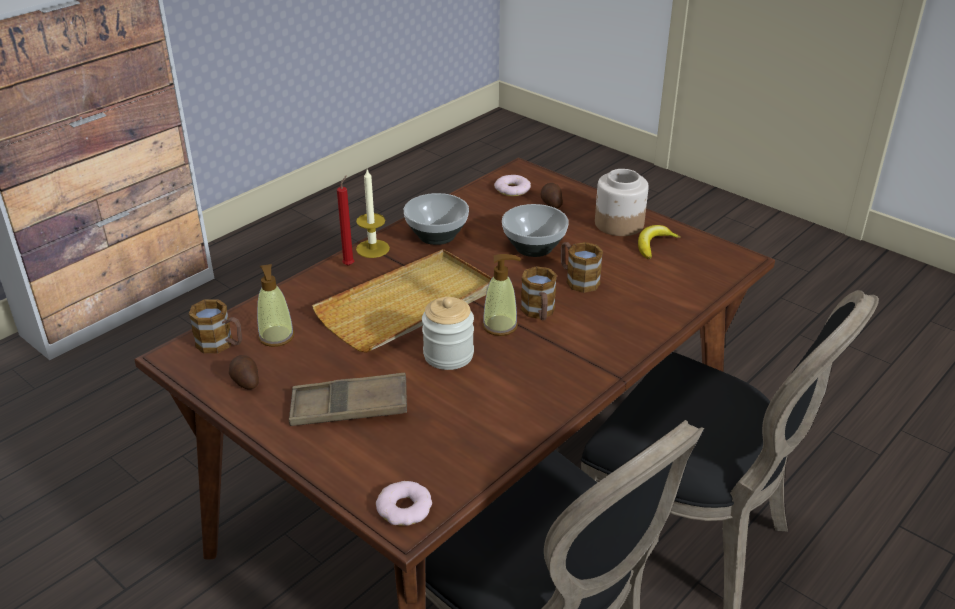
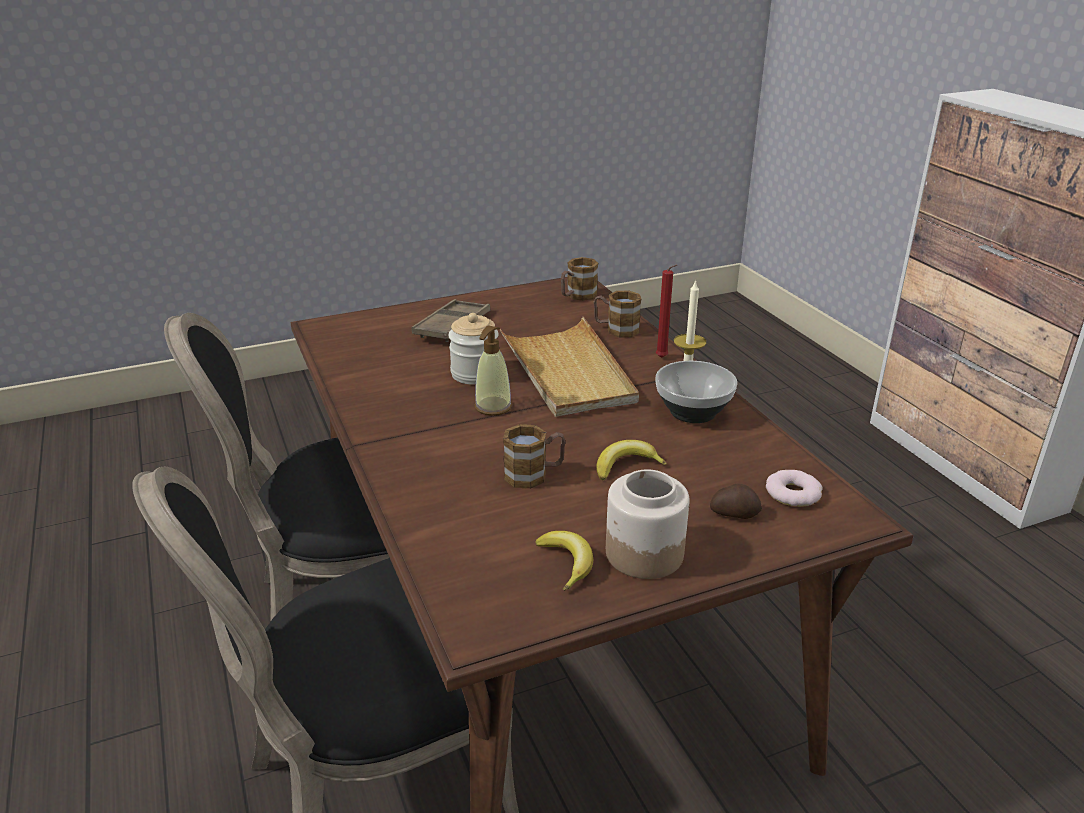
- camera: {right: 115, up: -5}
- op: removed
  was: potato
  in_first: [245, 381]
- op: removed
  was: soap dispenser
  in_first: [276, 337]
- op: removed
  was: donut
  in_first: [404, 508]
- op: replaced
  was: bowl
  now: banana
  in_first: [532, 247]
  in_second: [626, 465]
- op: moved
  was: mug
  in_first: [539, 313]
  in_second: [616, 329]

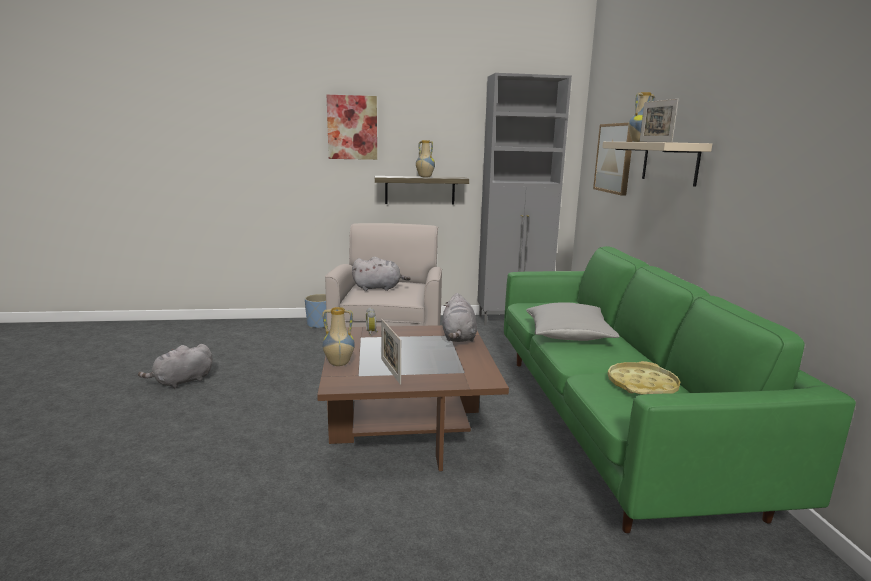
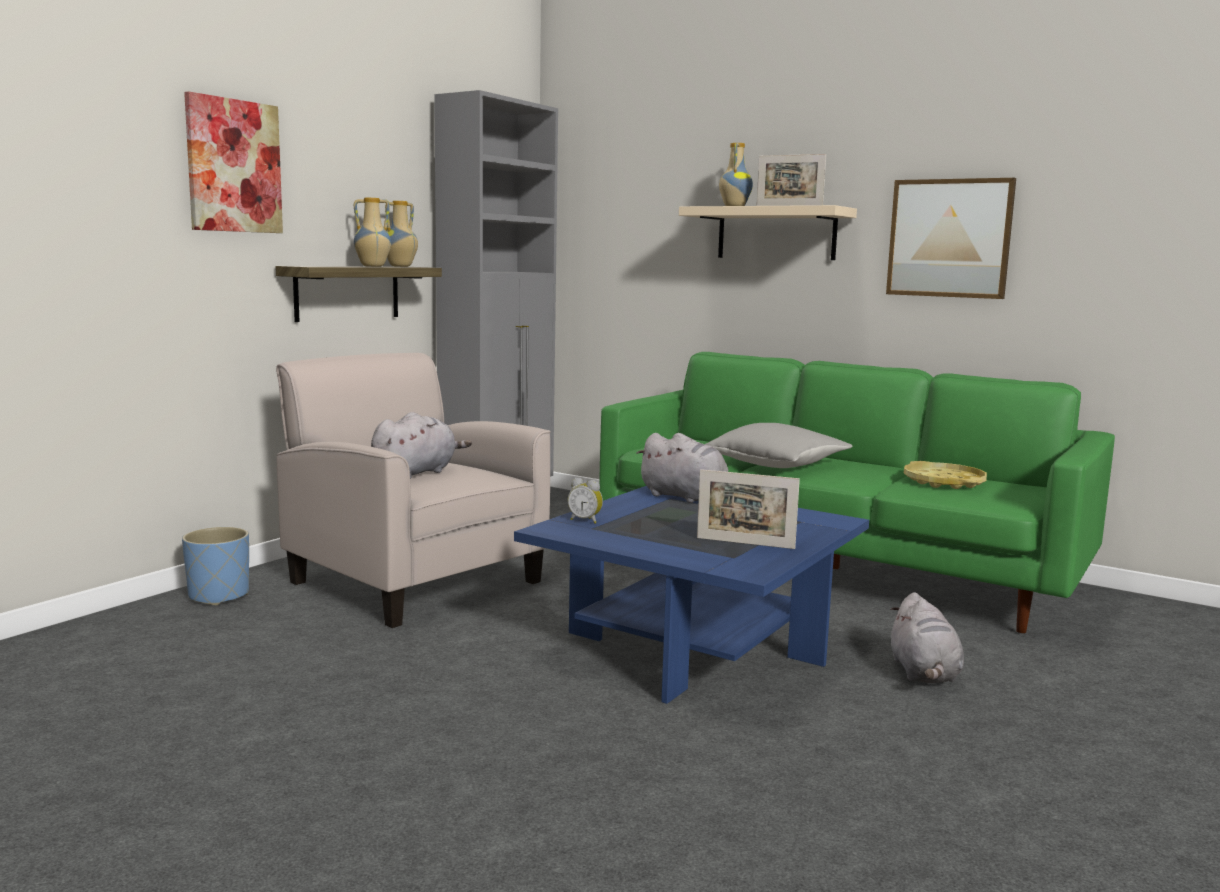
- camera: {right: -50, up: -5}
- op: moved
  was: plush toy (grey)
  in_first: [181, 382]
  in_second: [924, 673]
- op: recoloured
  was: coffee table (brown)
  now: coffee table (blue)
  in_first: [408, 426]
  in_second: [693, 648]
- op: moved
  was: vase
  in_first: [338, 364]
  in_second: [401, 266]
- op: moved
  was: picture
  in_first: [614, 158]
  in_second: [949, 238]

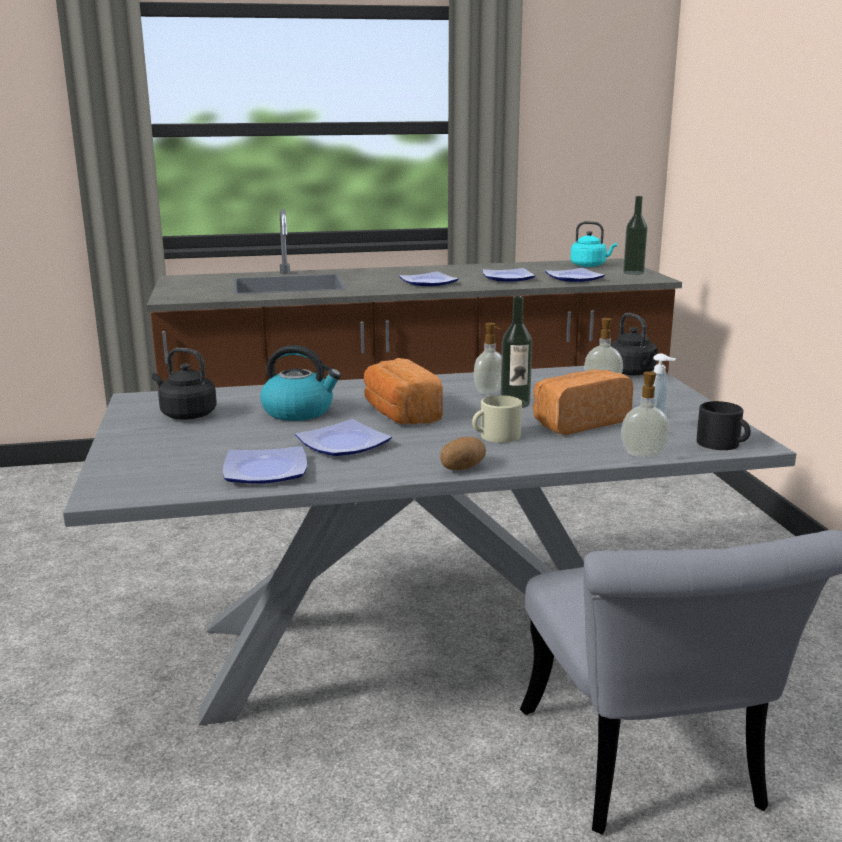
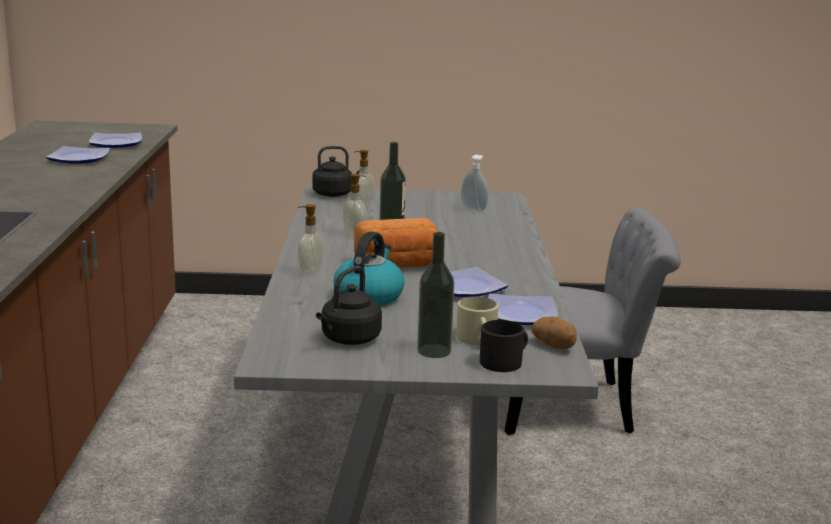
- camera: {right: -80, up: 0}
- op: removed
  was: plate
  in_first: [427, 283]
- op: moved
  was: potato
  in_first: [462, 468]
  in_second: [554, 346]
- op: moved
  was: mug (beige)
  in_first: [495, 436]
  in_second: [477, 339]
- op: removed
  was: bread
  in_first: [577, 422]
- op: removed
  was: kettle (turquoise)
  in_first: [590, 265]
- op: moved
  was: soap dispenser
  in_first: [643, 454]
  in_second: [309, 271]
- op: moved
  was: bottle
  in_first: [633, 272]
  in_second: [434, 351]
- op: moved
  was: mug (black)
  in_first: [722, 444]
  in_second: [505, 361]

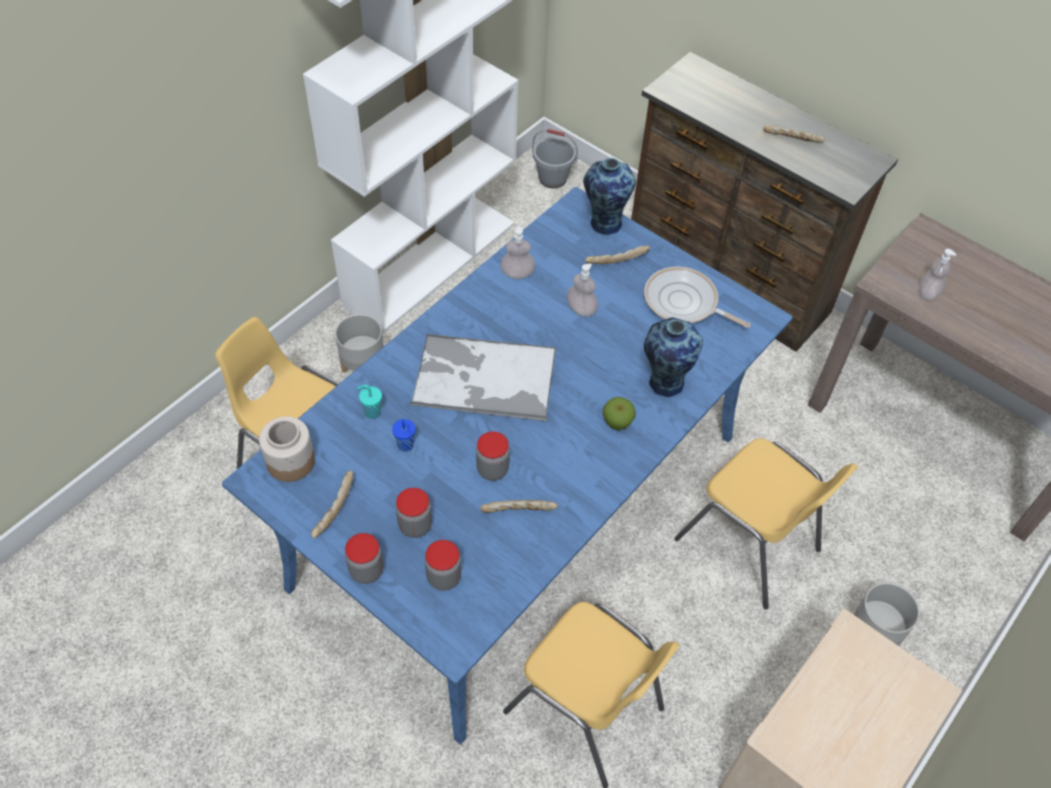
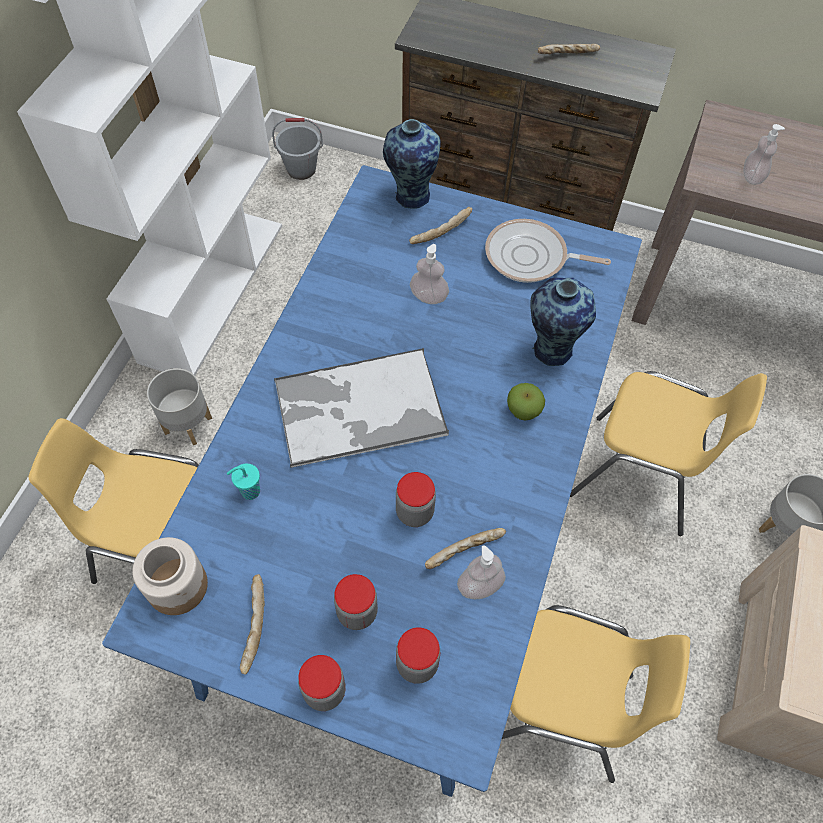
- camera: {right: -20, up: 5}
- op: removed
  was: cup (blue)
  in_first: [406, 446]
- op: moved
  was: soap dispenser
  in_first: [517, 273]
  in_second: [479, 586]

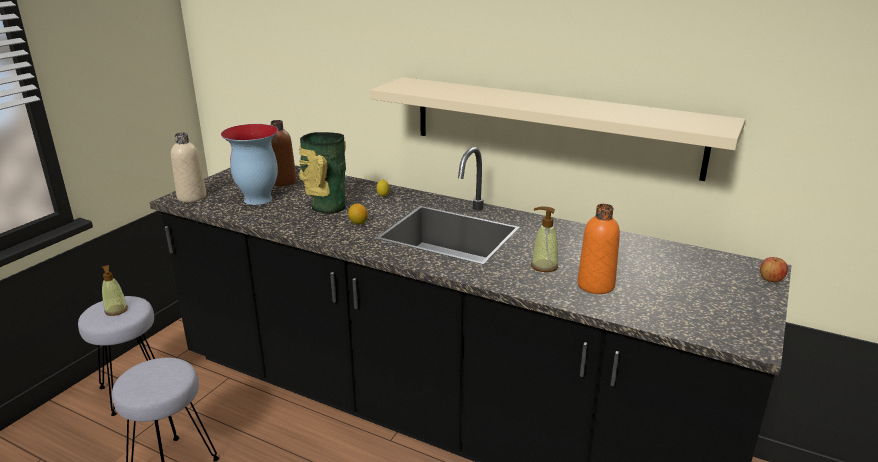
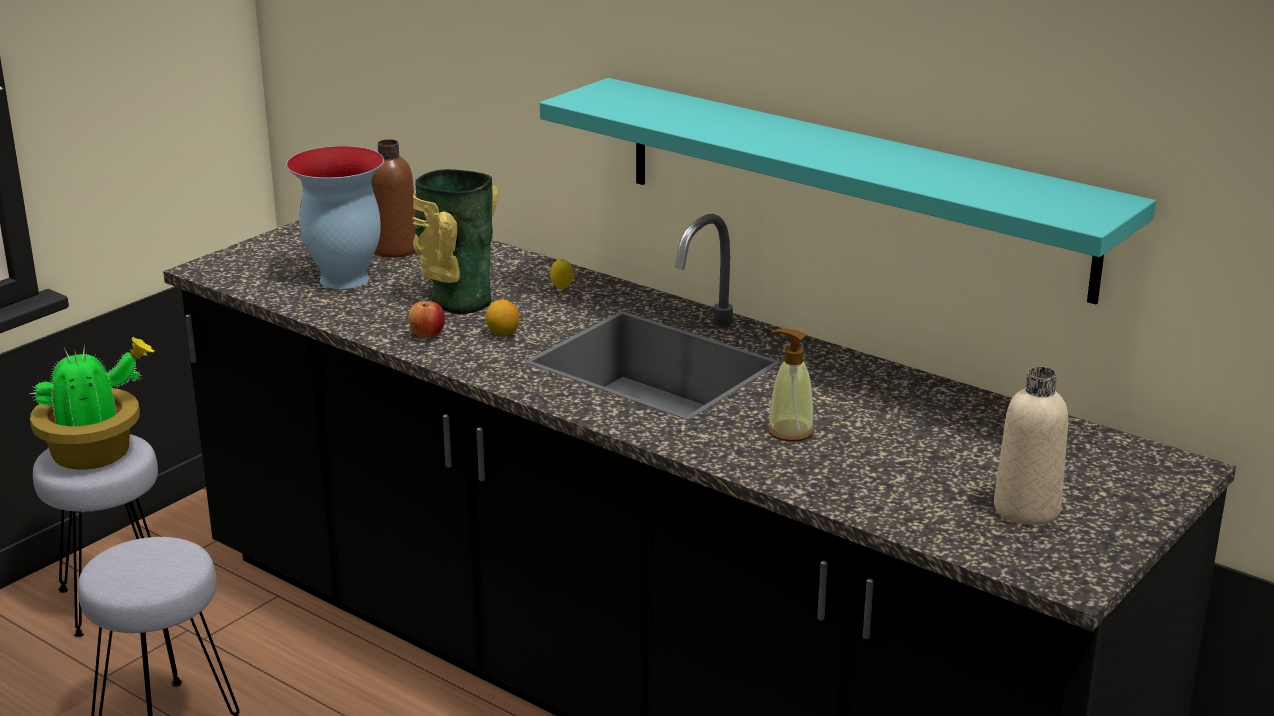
- camera: {right: 10, up: 0}
- op: replaced
  was: soap dispenser
  now: potted plant
  in_first: [116, 310]
  in_second: [96, 454]
- op: moved
  was: bottle (beige)
  in_first: [192, 197]
  in_second: [1026, 509]
- op: recoloured
  was: shelf (beige)
  now: shelf (turquoise)
  in_first: [552, 126]
  in_second: [851, 185]
- op: removed
  was: bottle (orange)
  in_first: [595, 285]
- op: moved
  was: apple
  in_first: [771, 280]
  in_second: [427, 335]

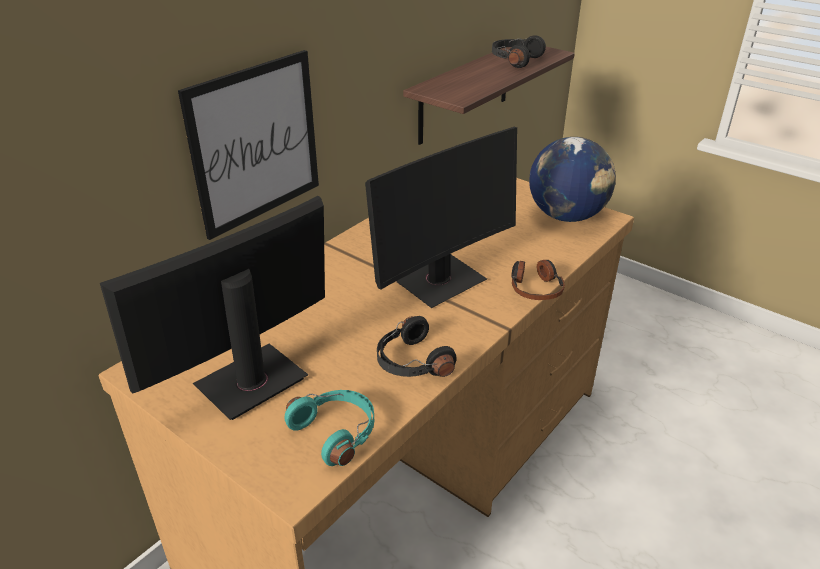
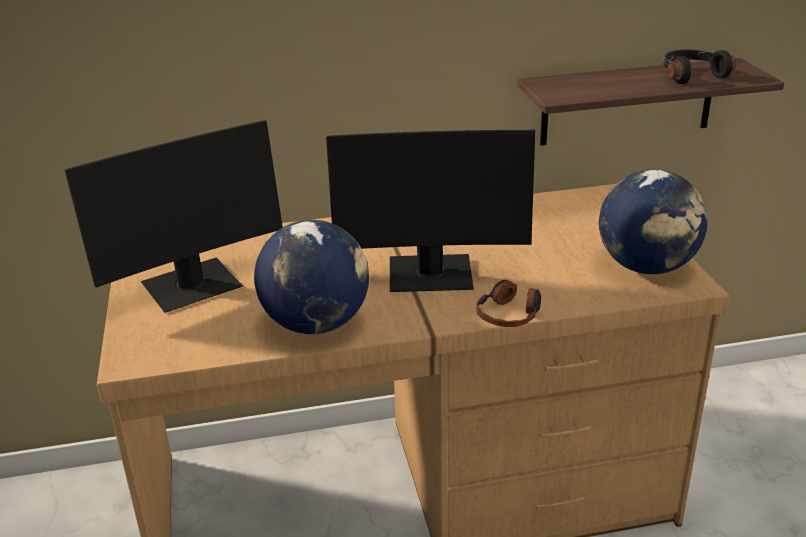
- camera: {right: 40, up: -5}
- op: turned
  was: monitor
  in_first: [250, 382]
  in_second: [192, 286]
  clockwise: 150
- op: removed
  was: picture
  in_first: [255, 143]
- op: removed
  was: headphones (turquoise)
  in_first: [337, 432]
- op: replaced
  was: headphones (black)
  now: globe
  in_first: [411, 362]
  in_second: [316, 324]

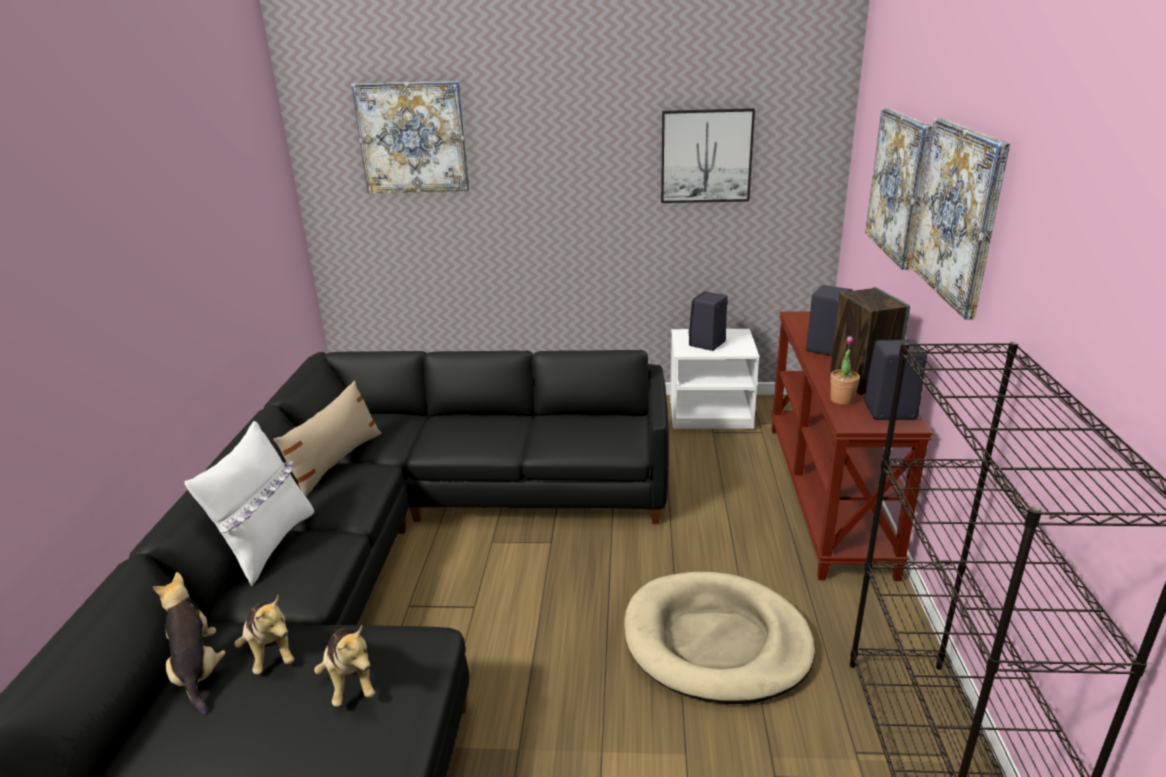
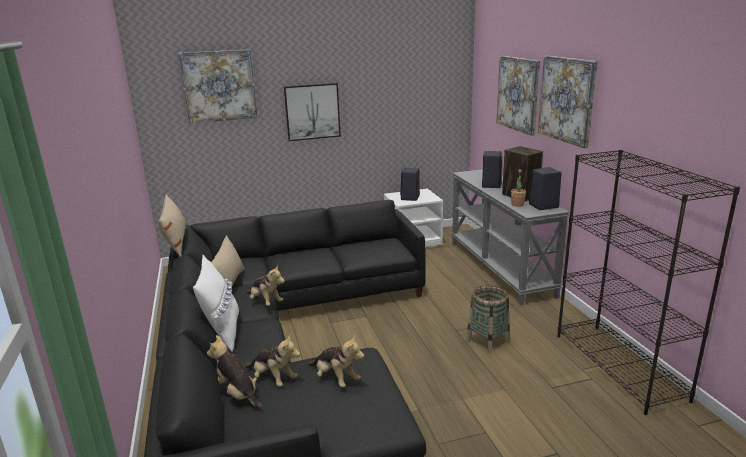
- camera: {right: -20, up: -5}
- op: replaced
  was: dog bed (beige)
  now: basket
  in_first: [716, 642]
  in_second: [488, 341]
- op: moved
  was: picture
  in_first: [706, 156]
  in_second: [312, 111]
- op: recoloured
  was: console table (brown)
  now: console table (grey)
  in_first: [828, 495]
  in_second: [501, 268]
- op: added
  now: pillow (beige)
  in_second: [176, 242]
- op: added
  now: plush toy
  in_second: [265, 302]

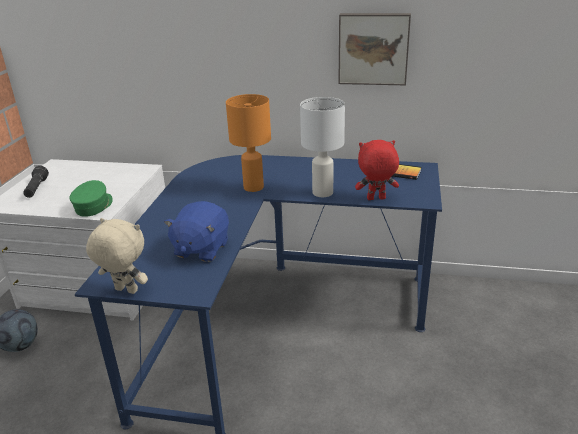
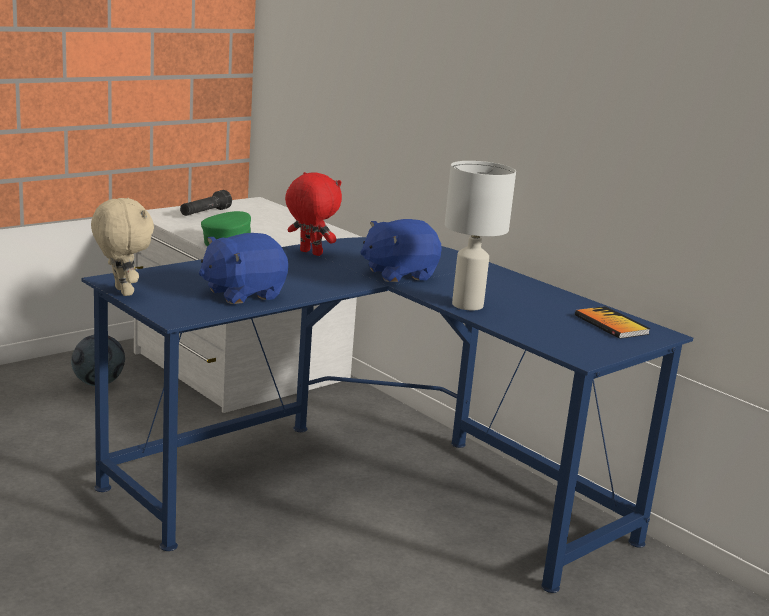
- camera: {right: 35, up: -10}
- op: replaced
  was: table lamp (orange)
  now: plush toy (blue)
  in_first: [254, 187]
  in_second: [398, 274]
- op: removed
  was: picture
  in_first: [373, 48]
- op: moved
  was: plush toy (red)
  in_first: [376, 199]
  in_second: [309, 253]

